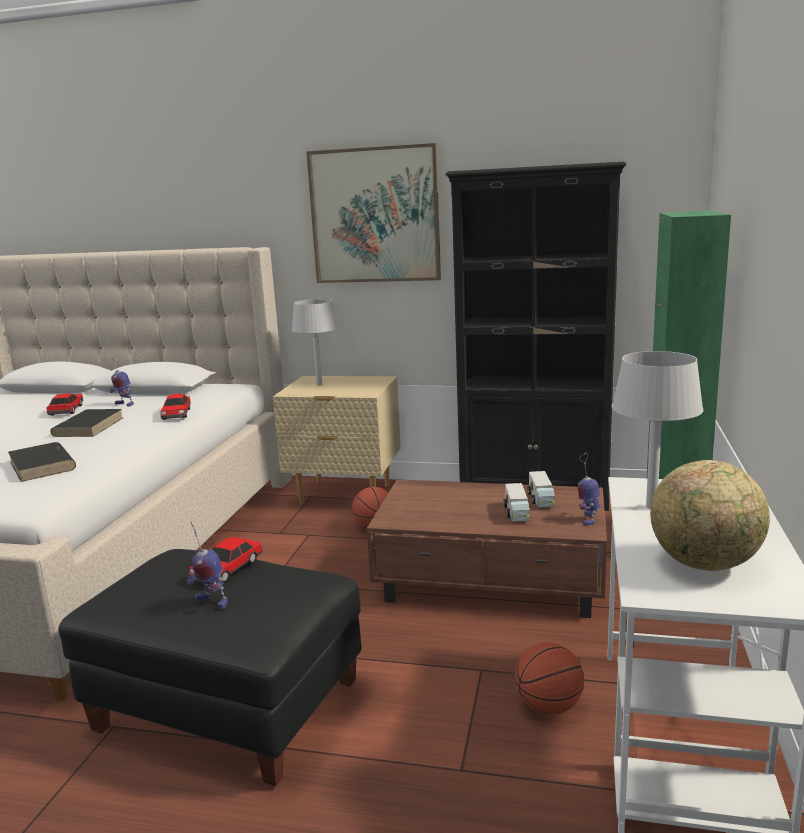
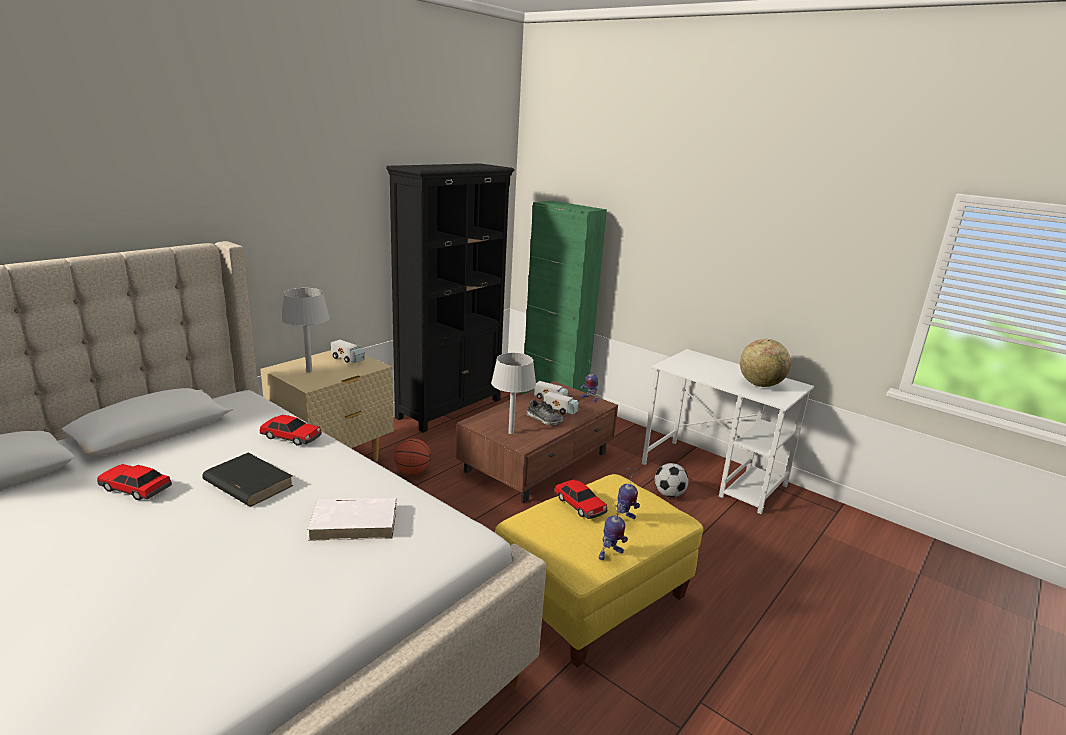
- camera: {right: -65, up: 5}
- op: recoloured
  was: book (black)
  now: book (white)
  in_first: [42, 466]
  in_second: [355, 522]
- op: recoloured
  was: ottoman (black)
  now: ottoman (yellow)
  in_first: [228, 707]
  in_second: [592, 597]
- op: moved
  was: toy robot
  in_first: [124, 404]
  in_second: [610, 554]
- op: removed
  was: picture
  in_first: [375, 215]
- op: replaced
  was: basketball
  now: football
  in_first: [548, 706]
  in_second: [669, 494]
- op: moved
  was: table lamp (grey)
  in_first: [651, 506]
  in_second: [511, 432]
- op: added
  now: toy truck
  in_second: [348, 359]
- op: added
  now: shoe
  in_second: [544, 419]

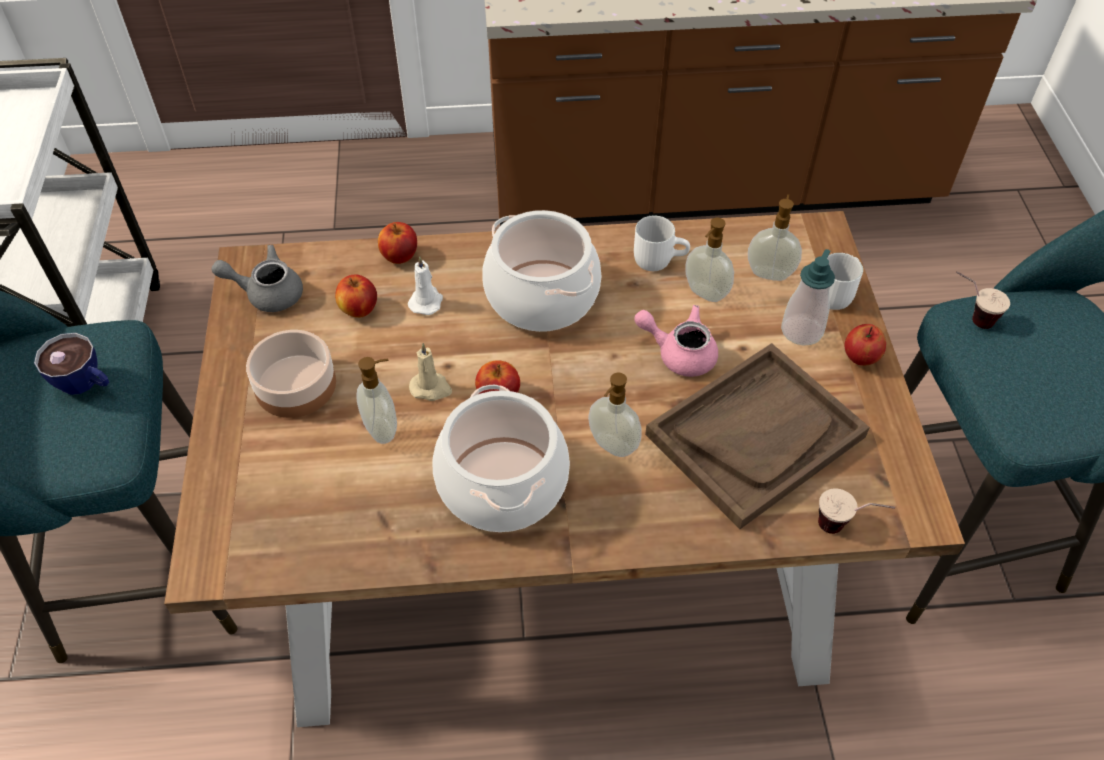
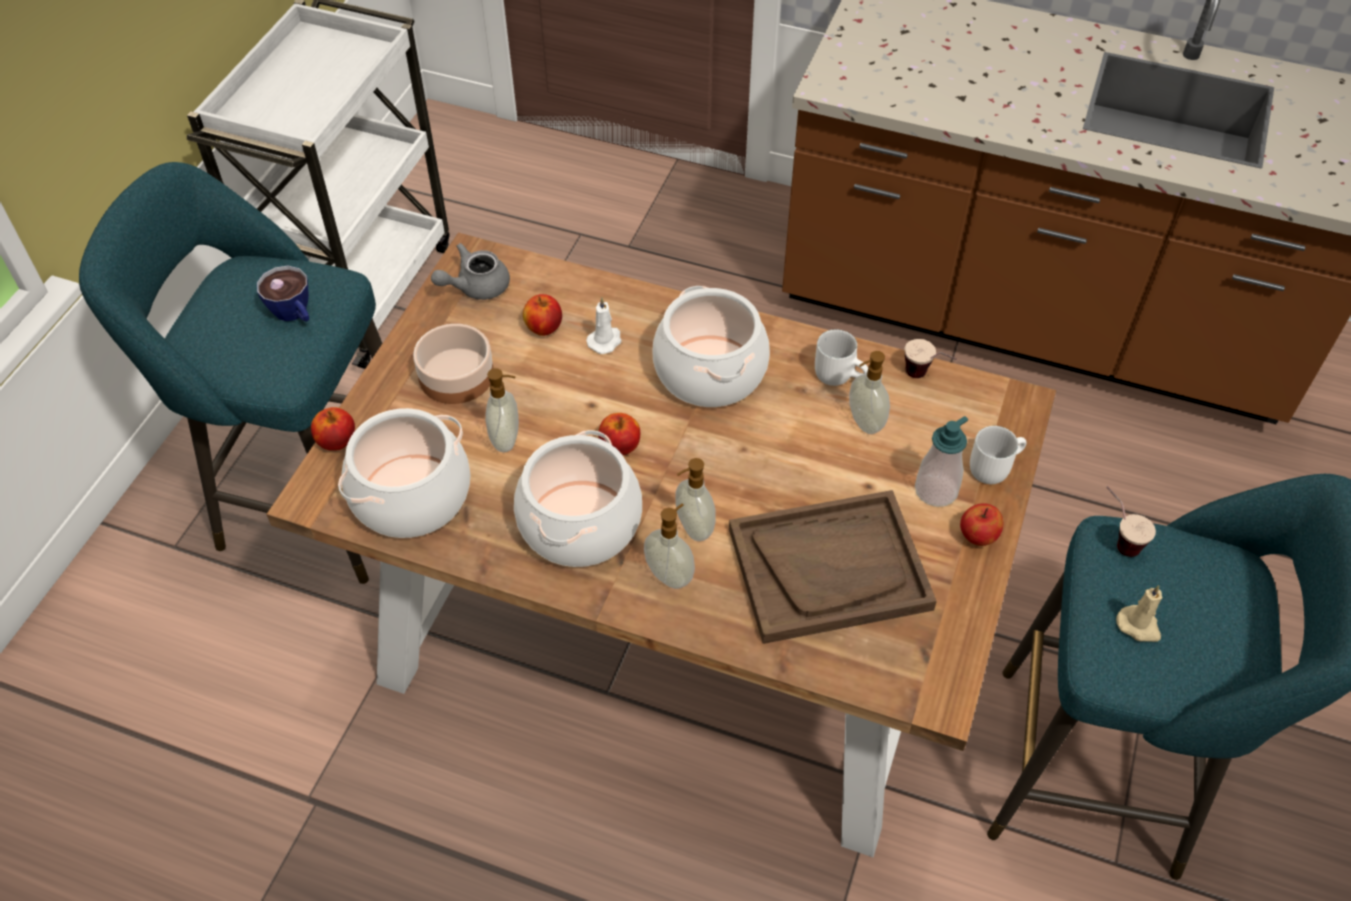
- camera: {right: 25, up: 0}
- op: turned
  was: teapot (grey)
  in_first: [267, 293]
  in_second: [475, 287]
  clockwise: -60
- op: moved
  was: apple
  in_first: [399, 256]
  in_second: [337, 441]
- op: moved
  was: candle (beige)
  in_first: [431, 388]
  in_second: [1139, 626]
- op: removed
  was: teapot (pink)
  in_first: [679, 353]
- op: moved
  was: soap dispenser
  in_first: [770, 272]
  in_second: [670, 574]
- op: moved
  was: cup
  in_first: [845, 528]
  in_second: [925, 378]
- op: added
  now: cooking pot
  in_second: [411, 496]

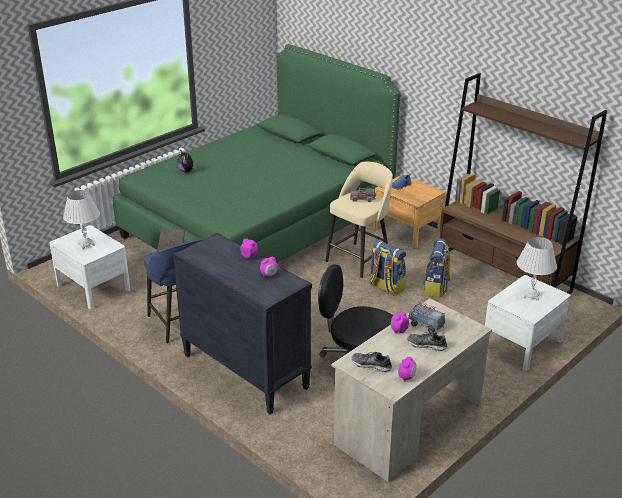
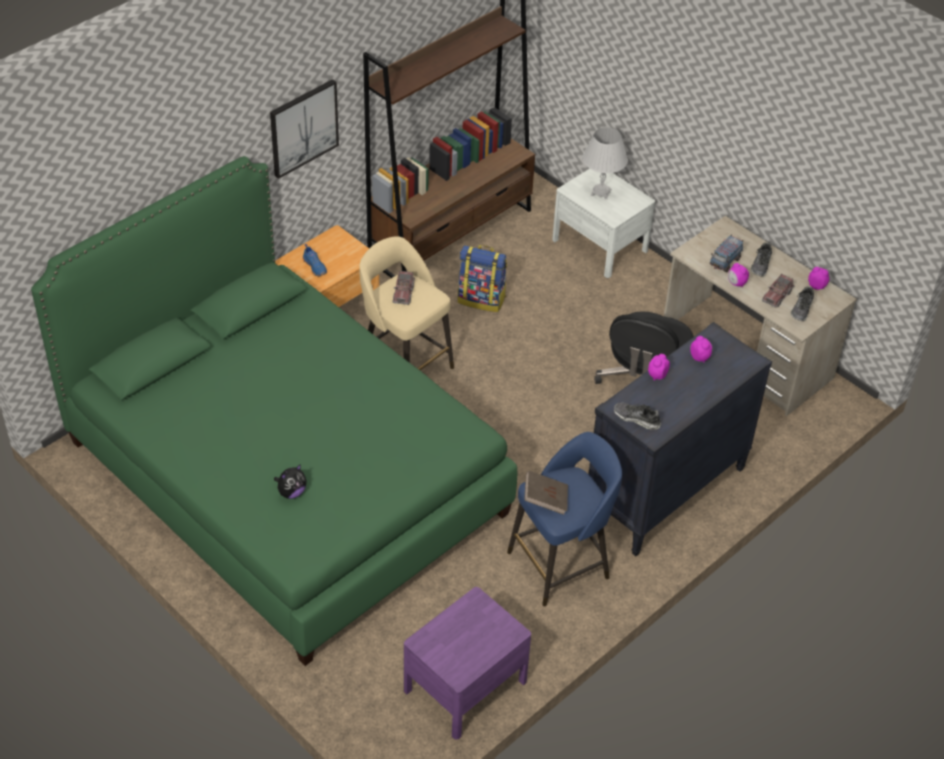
- camera: {right: -90, up: 15}
- op: recoloured
  was: nightstand (white)
  now: nightstand (purple)
  in_first: [93, 288]
  in_second: [465, 686]
- op: removed
  was: table lamp (white)
  in_first: [86, 244]
- op: removed
  was: backpack
  in_first: [386, 287]
- op: added
  now: picture
  in_second: [303, 127]
- op: added
  now: shoe
  in_second: [636, 419]
- op: added
  now: toy truck
  in_second: [777, 296]

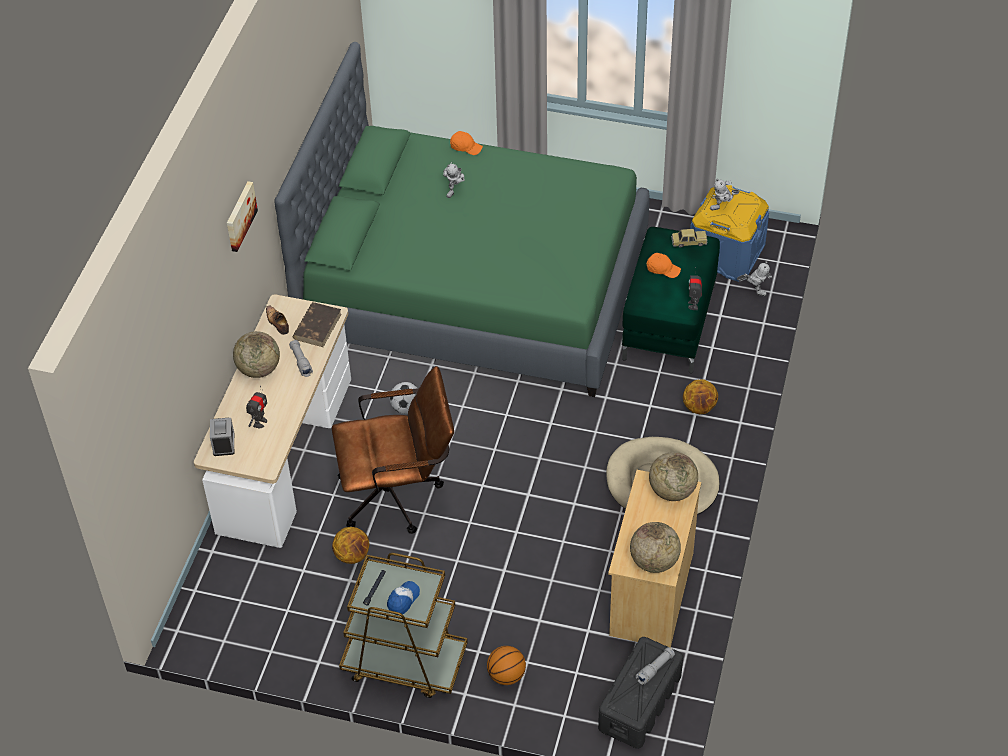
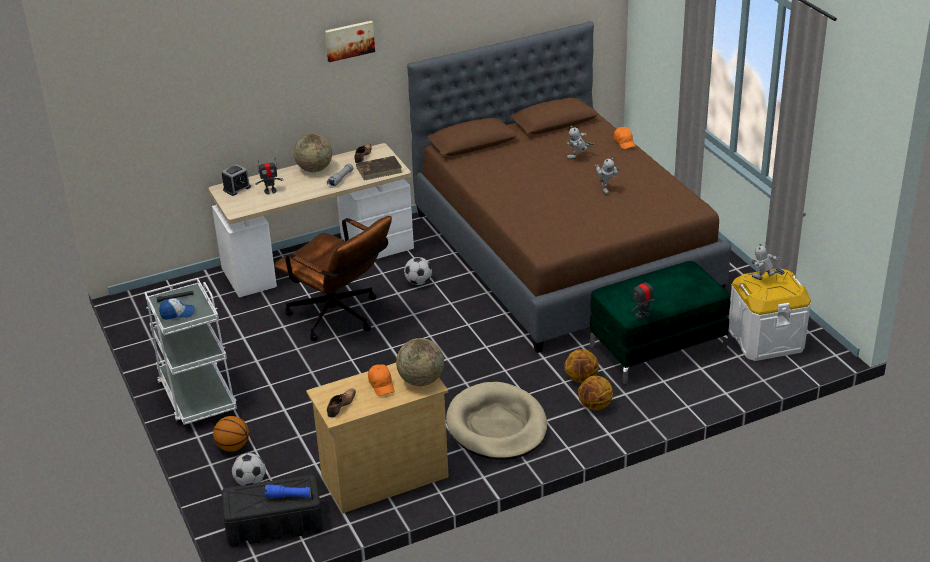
- camera: {right: 50, up: -15}
- op: recoloured
  was: bed (green)
  now: bed (brown)
  in_first: [474, 286]
  in_second: [563, 252]
- op: moved
  was: basketball
  in_first: [353, 555]
  in_second: [581, 379]
- op: recoloured
  was: cart (brown)
  now: cart (white)
  in_first: [404, 662]
  in_second: [197, 396]
- op: replaced
  was: globe
  now: shoe
  in_first: [654, 561]
  in_second: [341, 406]
- op: recoloured
  was: flashlight (grey)
  now: flashlight (blue)
  in_first: [655, 669]
  in_second: [288, 496]
- op: moved
  was: cap (orange)
  in_first: [662, 269]
  in_second: [381, 385]
- op: removed
  was: toy car
  in_first: [689, 242]
- op: recoloured
  was: storage box (blue)
  now: storage box (white)
  in_first: [726, 255]
  in_second: [765, 340]
- op: moved
  was: toy robot
  in_first: [754, 290]
  in_second: [605, 189]
- op: added
  now: football
  in_second: [250, 482]

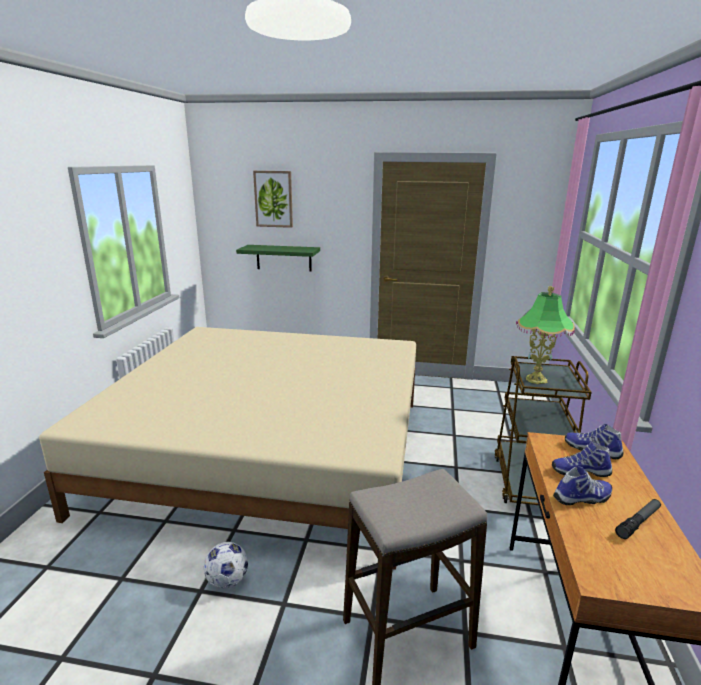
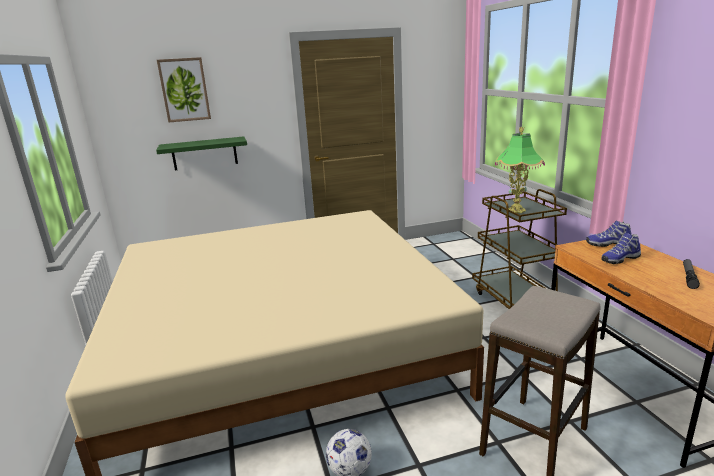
- camera: {right: -25, up: 0}
- op: removed
  was: shoe
  in_first: [583, 498]

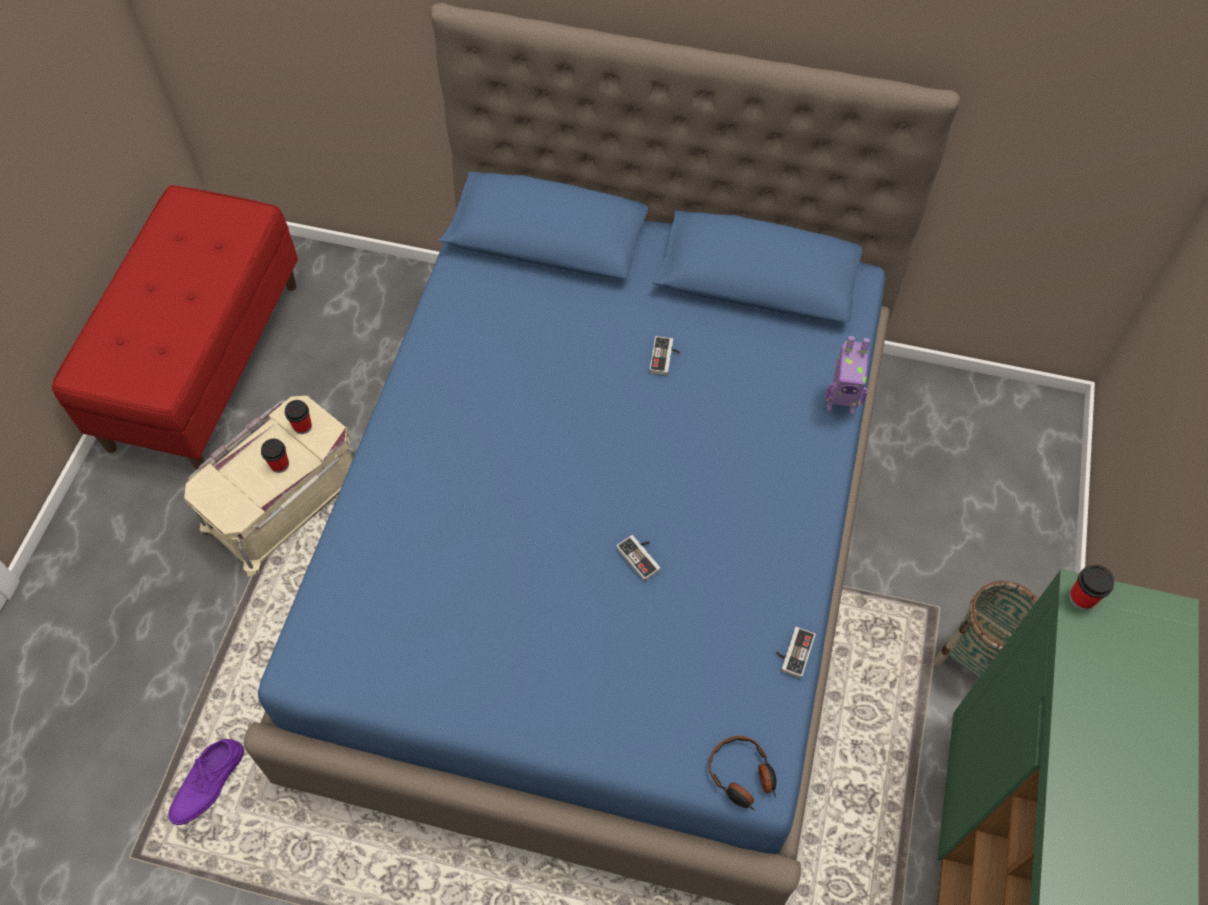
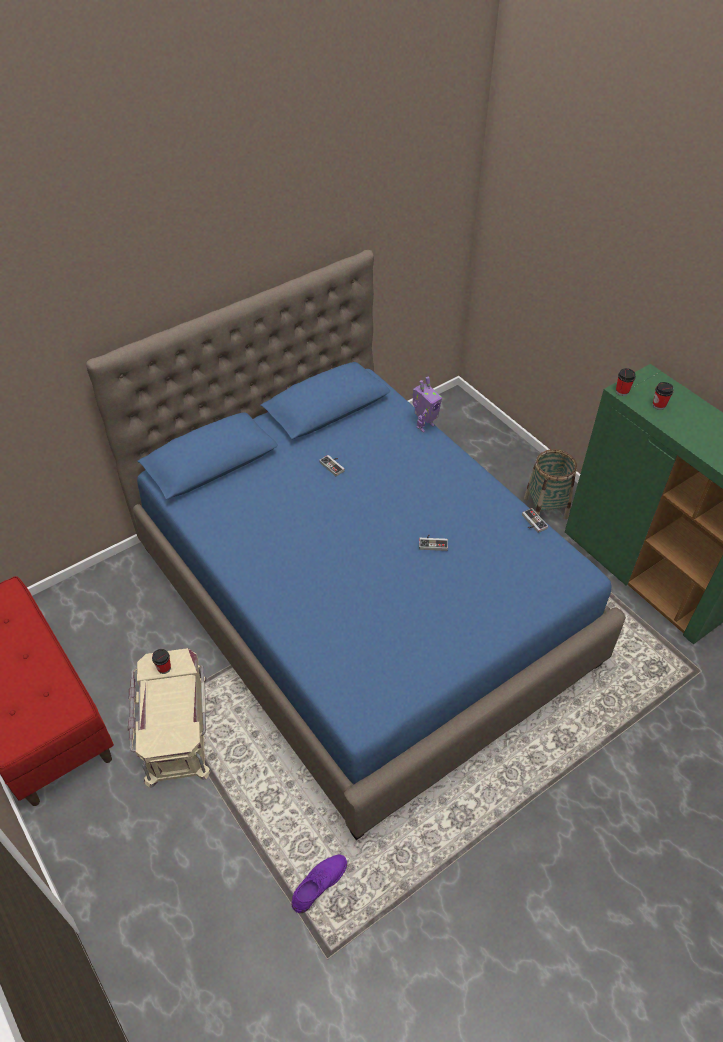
- camera: {right: -50, up: -10}
- op: turned
  was: shoe (purple)
  in_first: [208, 784]
  in_second: [319, 883]
  clockwise: -120
- op: moved
  was: cup
  in_first: [279, 465]
  in_second: [659, 405]
- op: removed
  was: headphones
  in_first: [742, 776]

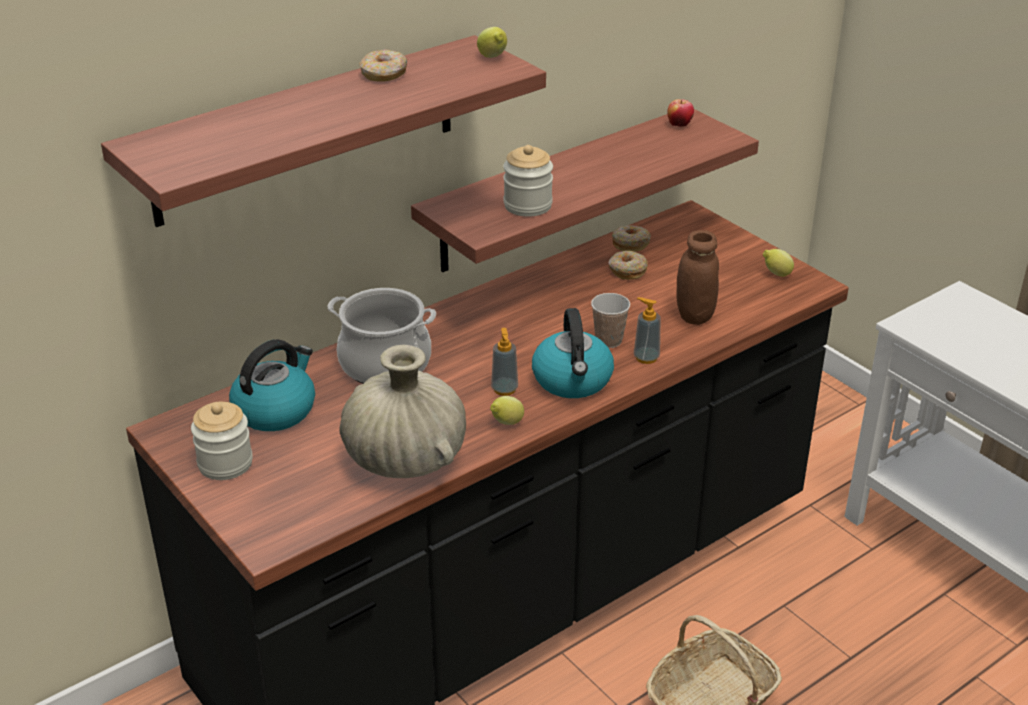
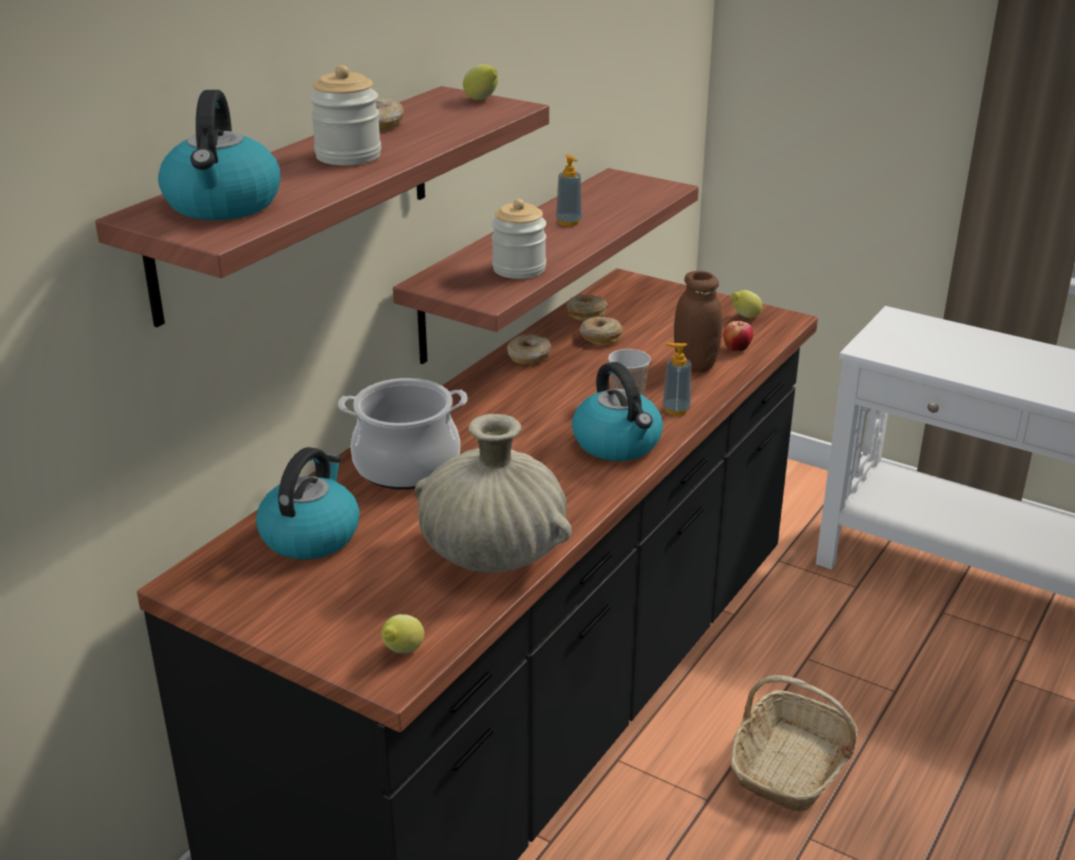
- camera: {right: -20, up: -5}
- op: moved
  was: jar
  in_first: [225, 463]
  in_second: [348, 156]
- op: moved
  was: lemon
  in_first: [506, 423]
  in_second: [402, 652]
- op: moved
  was: soap dispenser
  in_first: [504, 389]
  in_second: [569, 222]
- op: moved
  was: apple
  in_first: [679, 125]
  in_second: [737, 349]
- op: added
  now: kettle
  in_second: [223, 205]
- op: added
  now: donut
  in_second: [529, 357]

